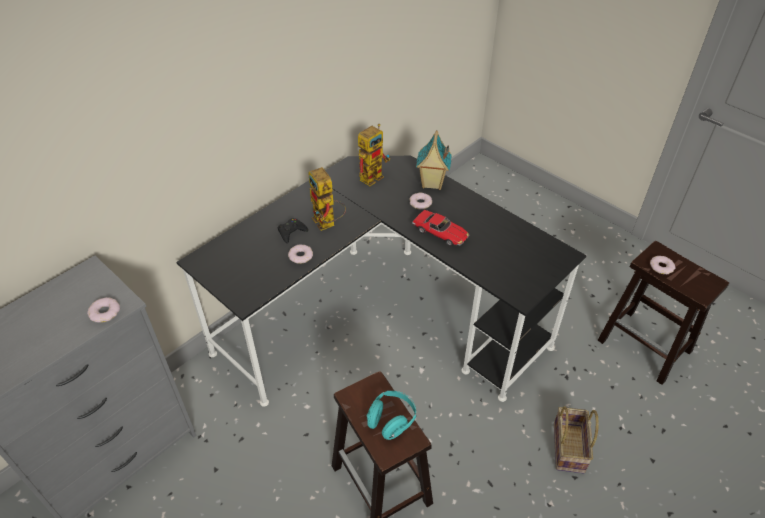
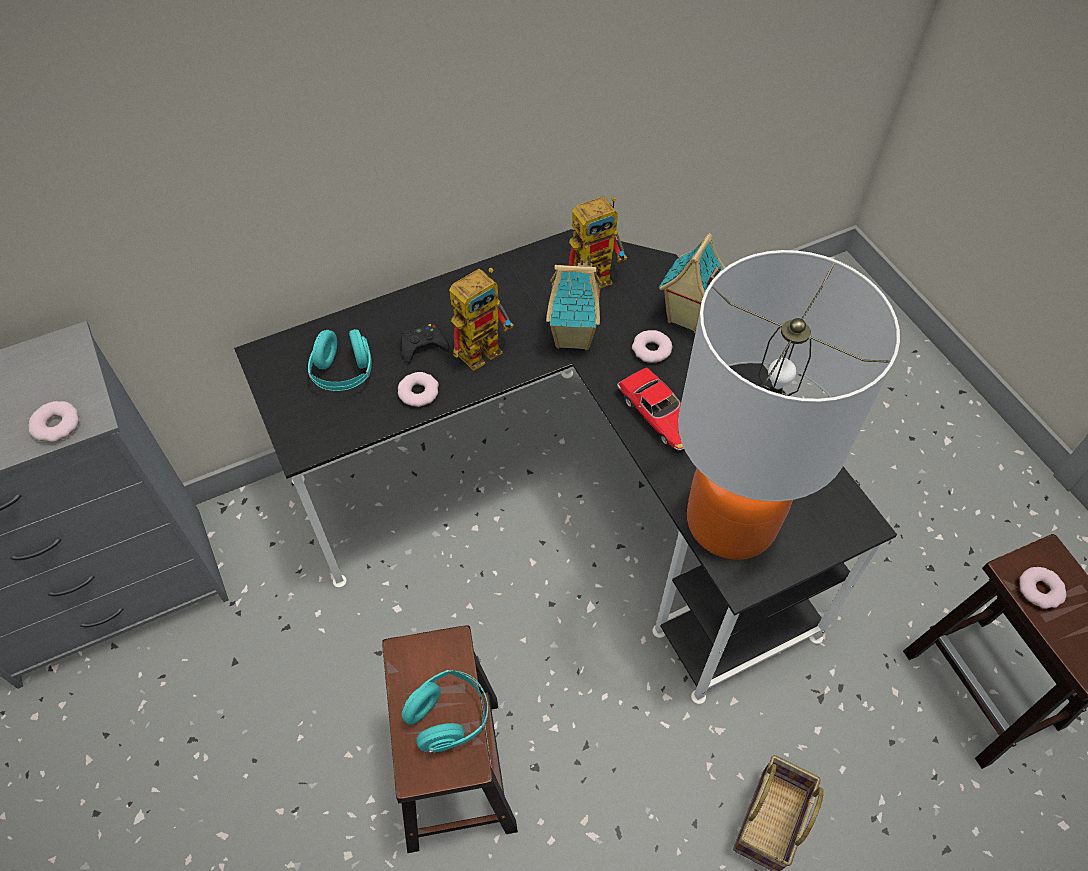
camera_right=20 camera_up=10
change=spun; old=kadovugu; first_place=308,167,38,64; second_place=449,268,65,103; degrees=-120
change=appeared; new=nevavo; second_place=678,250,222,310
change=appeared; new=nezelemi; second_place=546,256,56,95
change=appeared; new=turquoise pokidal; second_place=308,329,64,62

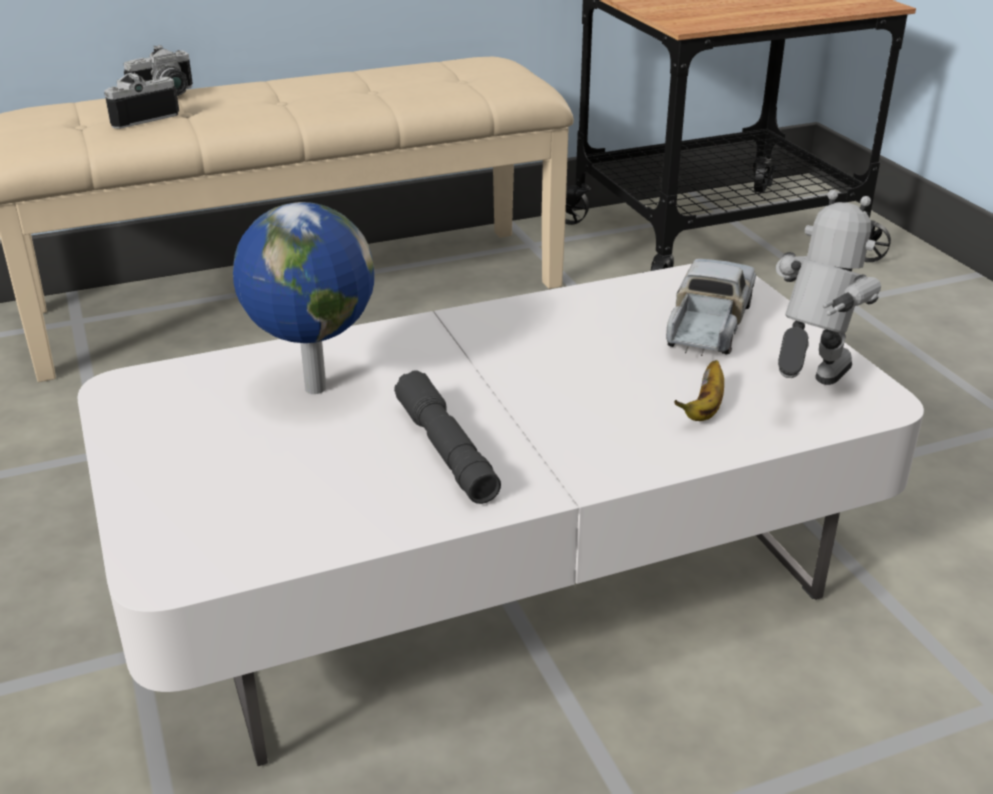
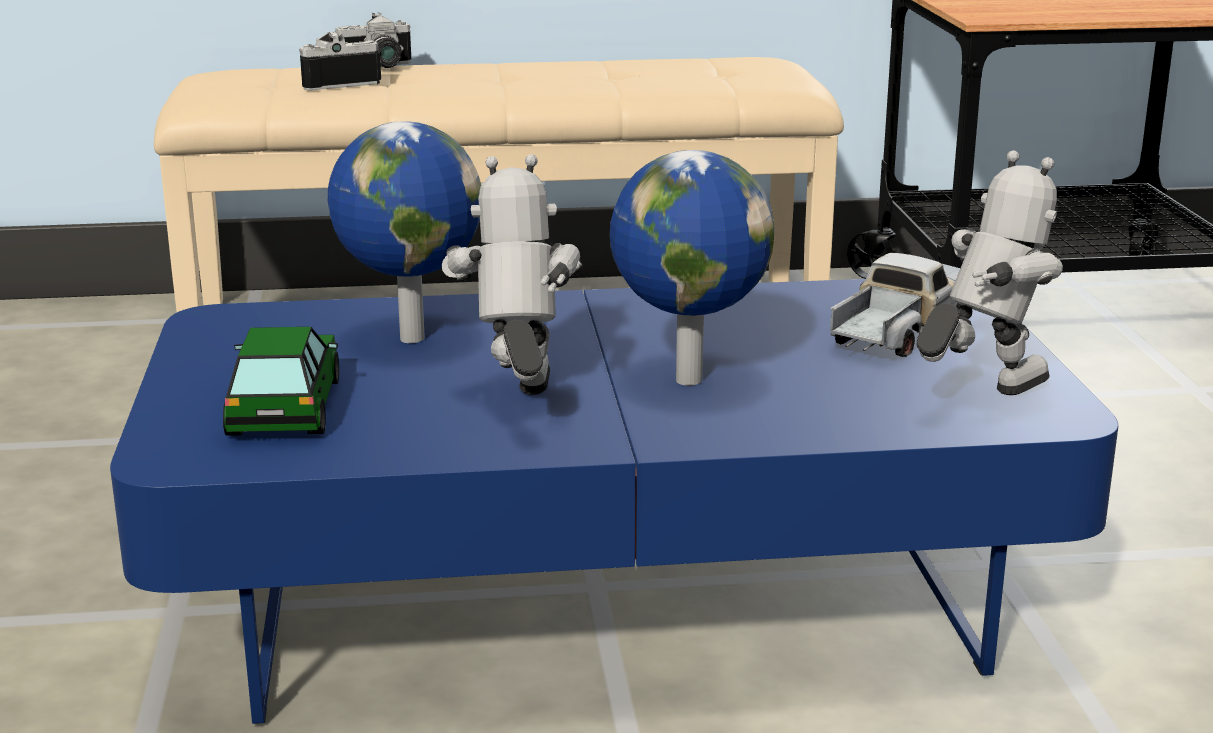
camera_right=15 camera_up=-10
change=colour; old=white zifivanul; new=blue zifivanul; first_place=78,264,846,502; second_place=110,279,1008,445
change=missing; old=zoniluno; first_place=674,360,50,61
change=exchanged; old=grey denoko; new=kadovugu; first_place=394,371,107,133; second_place=441,154,141,241
change=appeared; new=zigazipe; second_place=610,150,164,236
change=appeared; new=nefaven; second_place=223,327,116,109

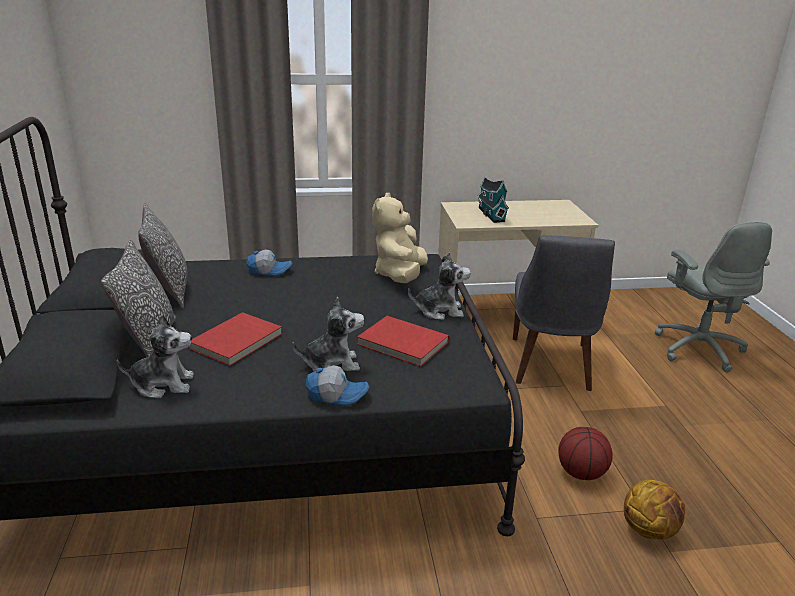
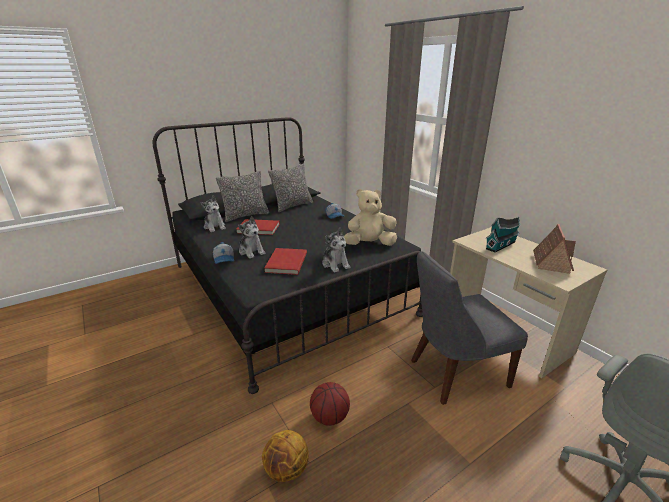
camera_right=65 camera_up=0
change=appeared; new=nezelemi; second_place=533,224,43,50

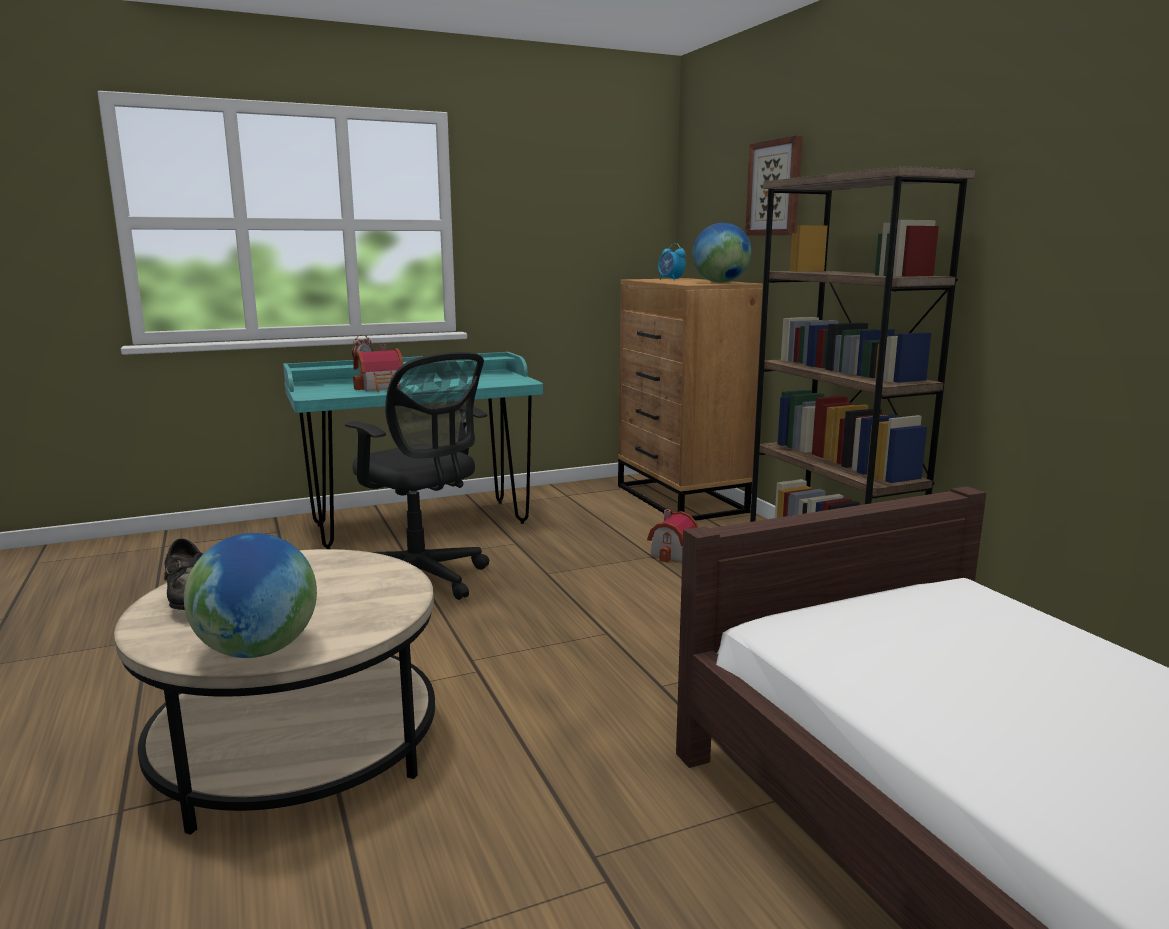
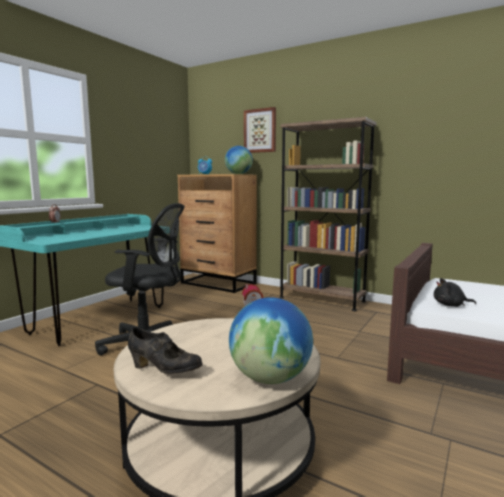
camera_right=-35 camera_up=-5
change=missing; old=nezelemi; first_place=353,345,50,47
change=appeared; new=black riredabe; second_place=434,278,42,29

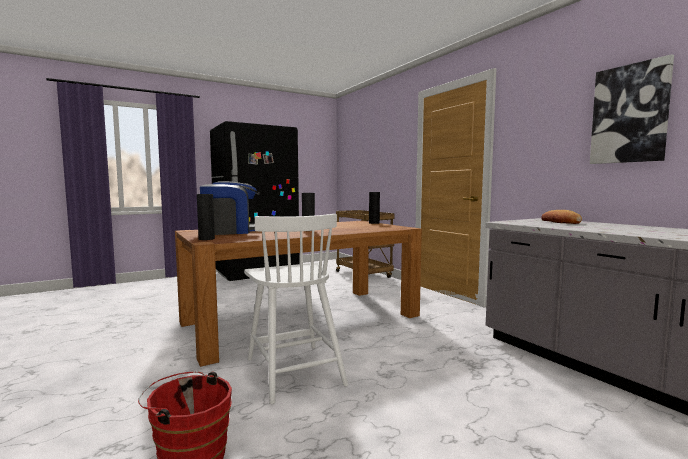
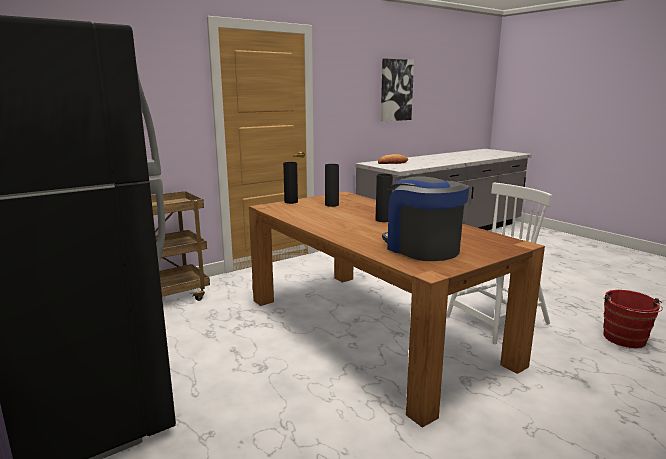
camera_right=-95 camera_up=10
change=relocated; old=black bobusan; first_place=197,194,18,46; second_place=325,164,14,43

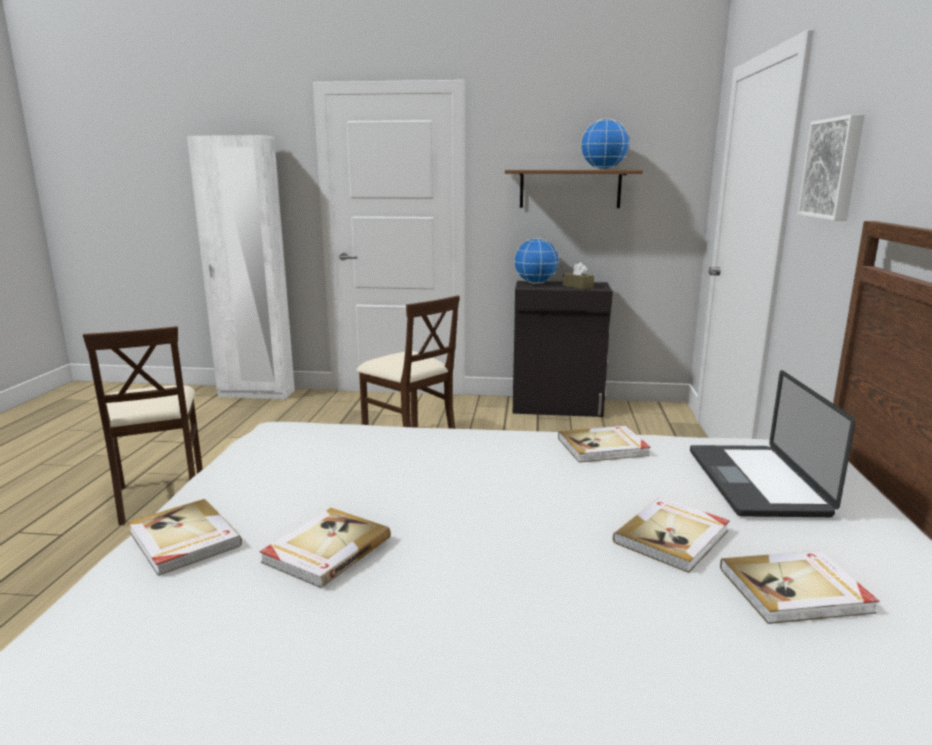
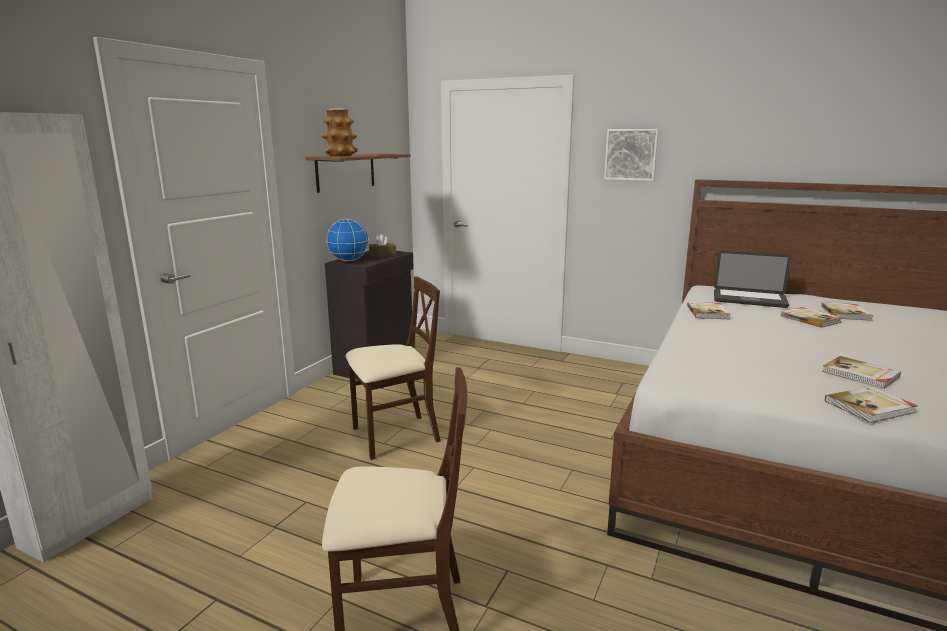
camera_right=-70 camera_up=0
change=missing; old=zigazipe; first_place=580,119,50,51
change=appeared; new=bobusan; second_place=322,109,36,47

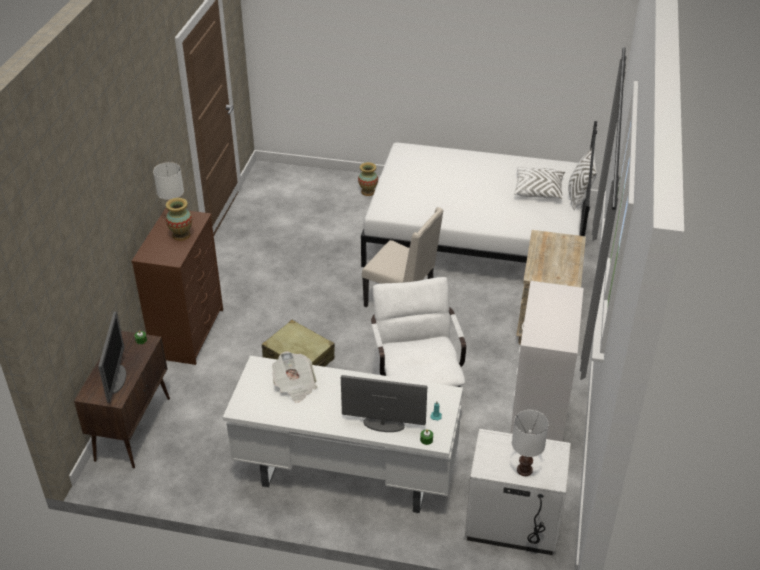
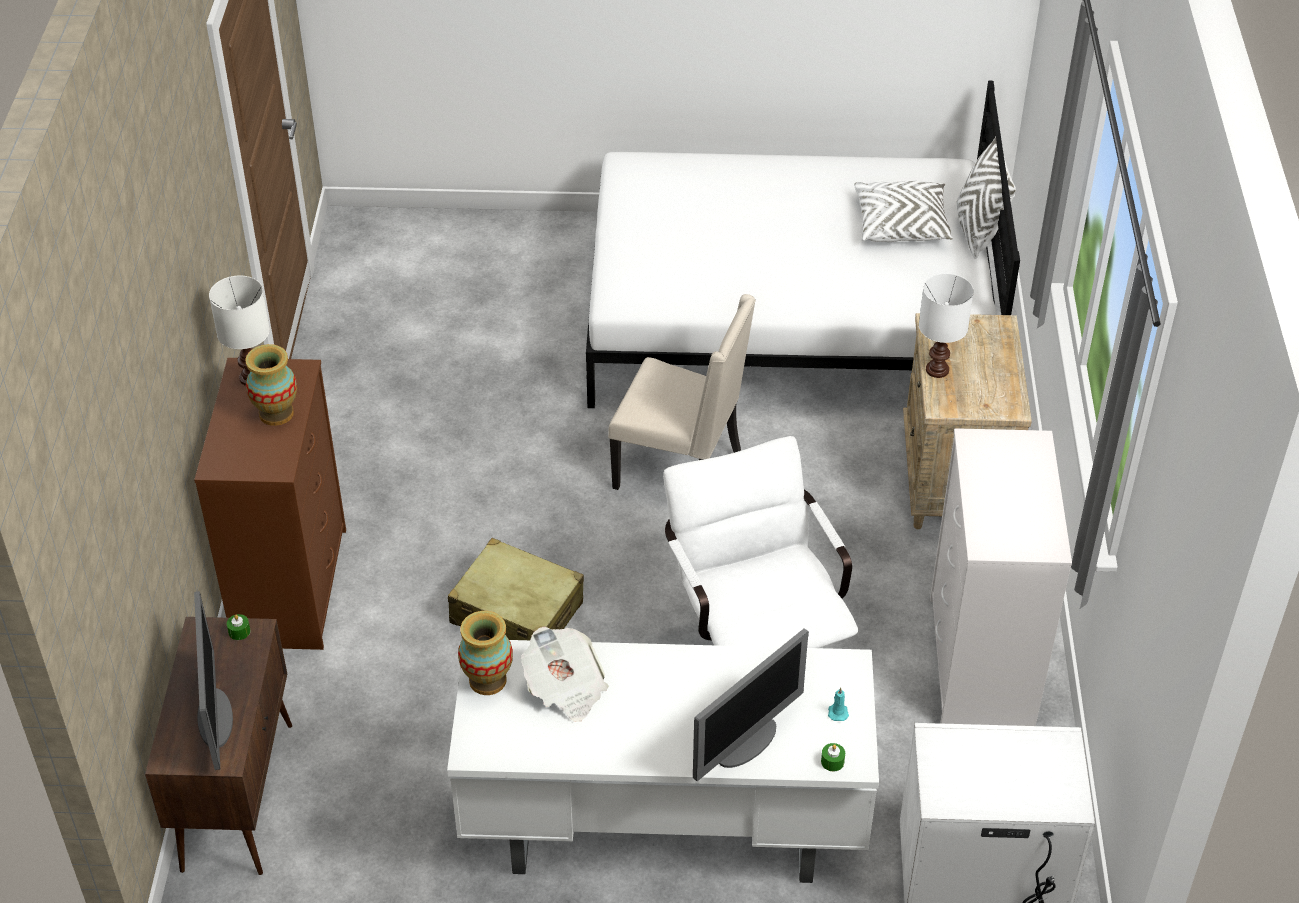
camera_right=-10 camera_up=5
change=relocated; old=bobusan; first_place=358,162,20,34; second_place=458,611,55,84
change=spun; old=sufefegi; first_place=341,375,86,57; second_place=693,628,116,153; degrees=135
change=relocated; old=white nevavo; first_place=512,410,37,66; second_place=919,273,55,105

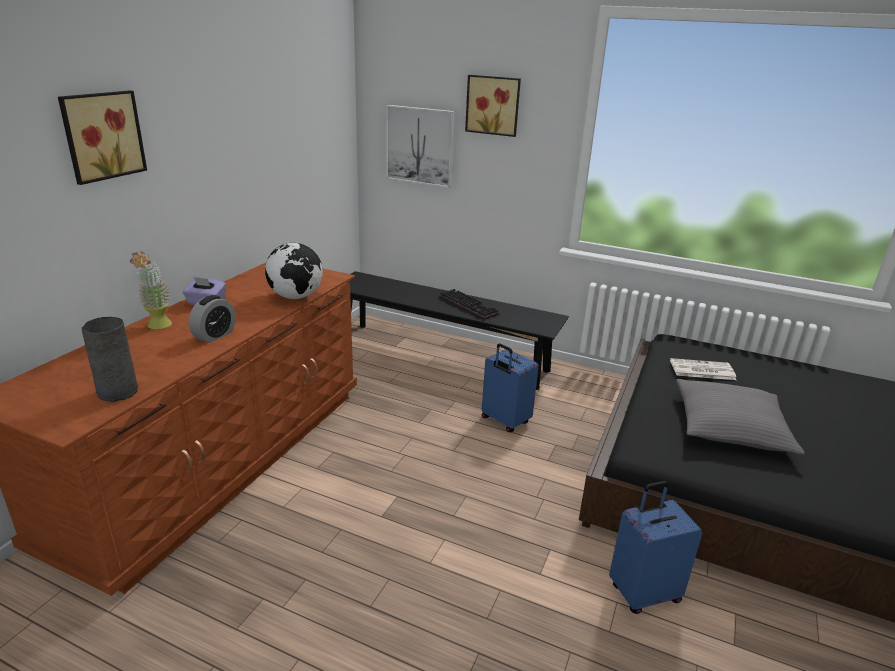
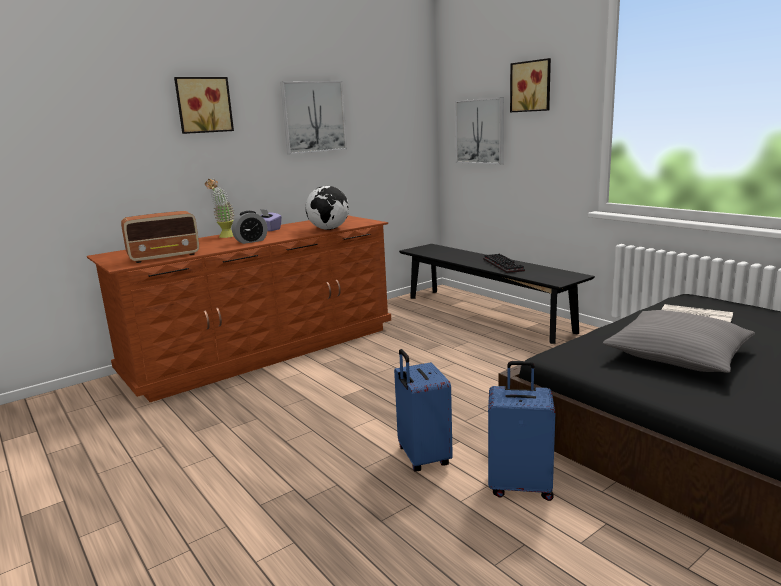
camera_right=30 camera_up=-10
change=exchanged; old=grey bobusan; new=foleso; first_place=82,317,56,85; second_place=121,211,78,52
change=relocated; old=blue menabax; first_place=482,343,57,89; second_place=394,349,59,123
change=appeared; new=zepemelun; second_place=280,81,67,73

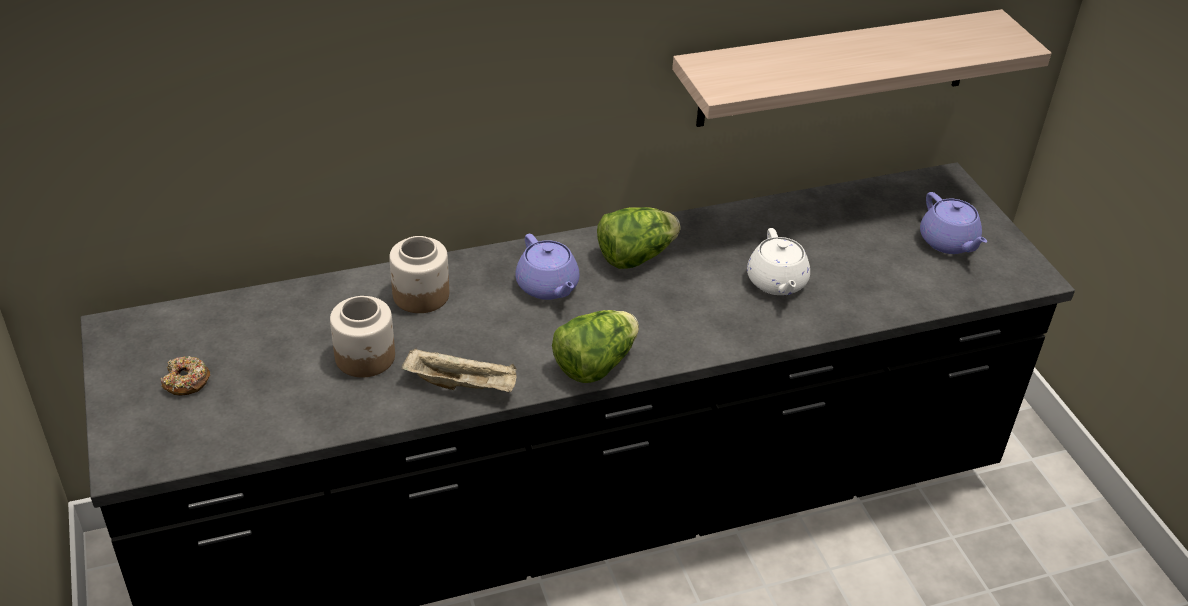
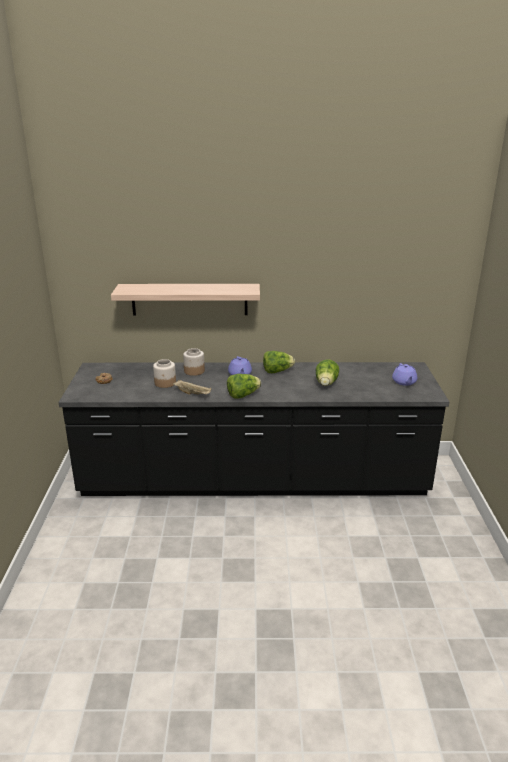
camera_right=20 camera_up=-15
change=relocated; old=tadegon; first_place=672,9,380,118; second_place=111,284,149,31
change=exchanged; old=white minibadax; new=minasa; first_place=747,228,63,67; second_place=316,360,23,26

